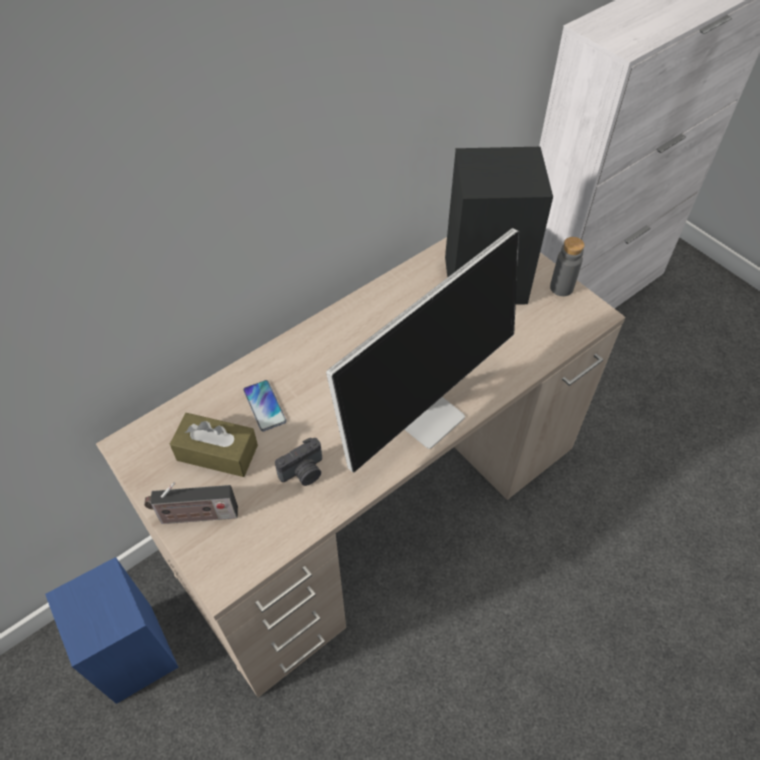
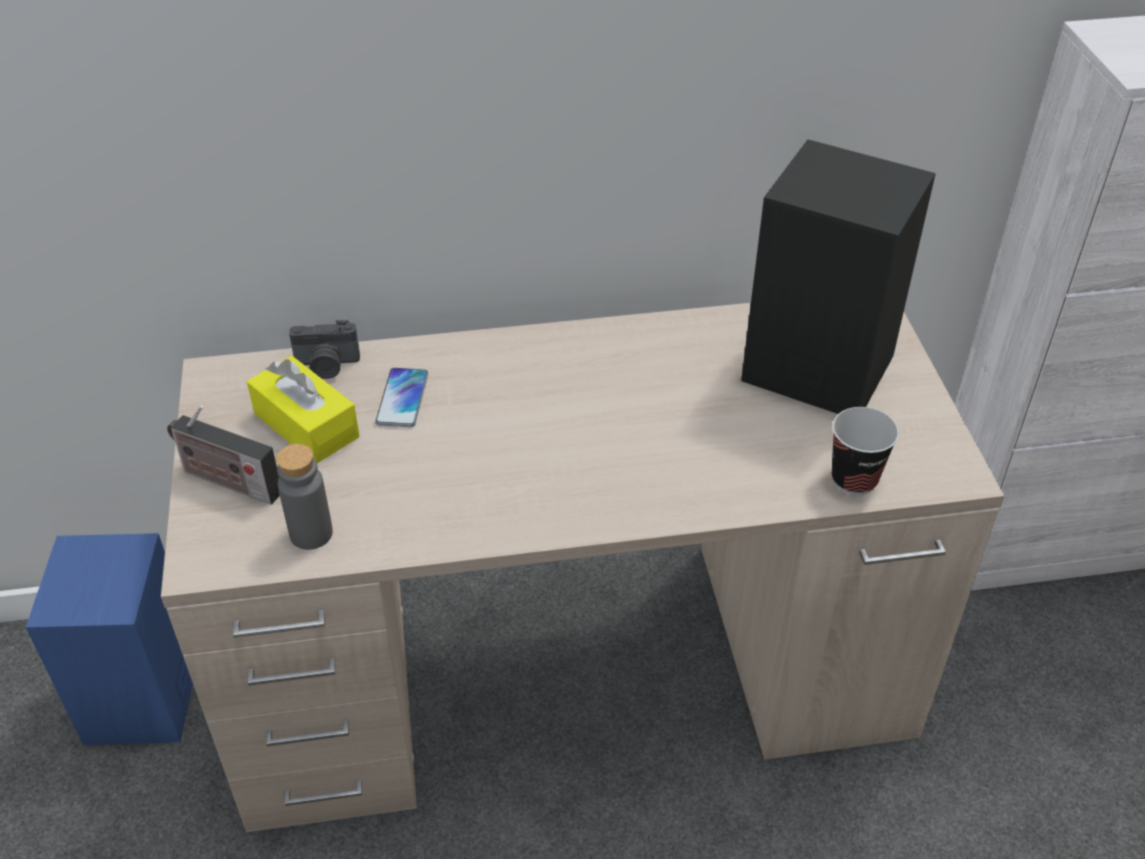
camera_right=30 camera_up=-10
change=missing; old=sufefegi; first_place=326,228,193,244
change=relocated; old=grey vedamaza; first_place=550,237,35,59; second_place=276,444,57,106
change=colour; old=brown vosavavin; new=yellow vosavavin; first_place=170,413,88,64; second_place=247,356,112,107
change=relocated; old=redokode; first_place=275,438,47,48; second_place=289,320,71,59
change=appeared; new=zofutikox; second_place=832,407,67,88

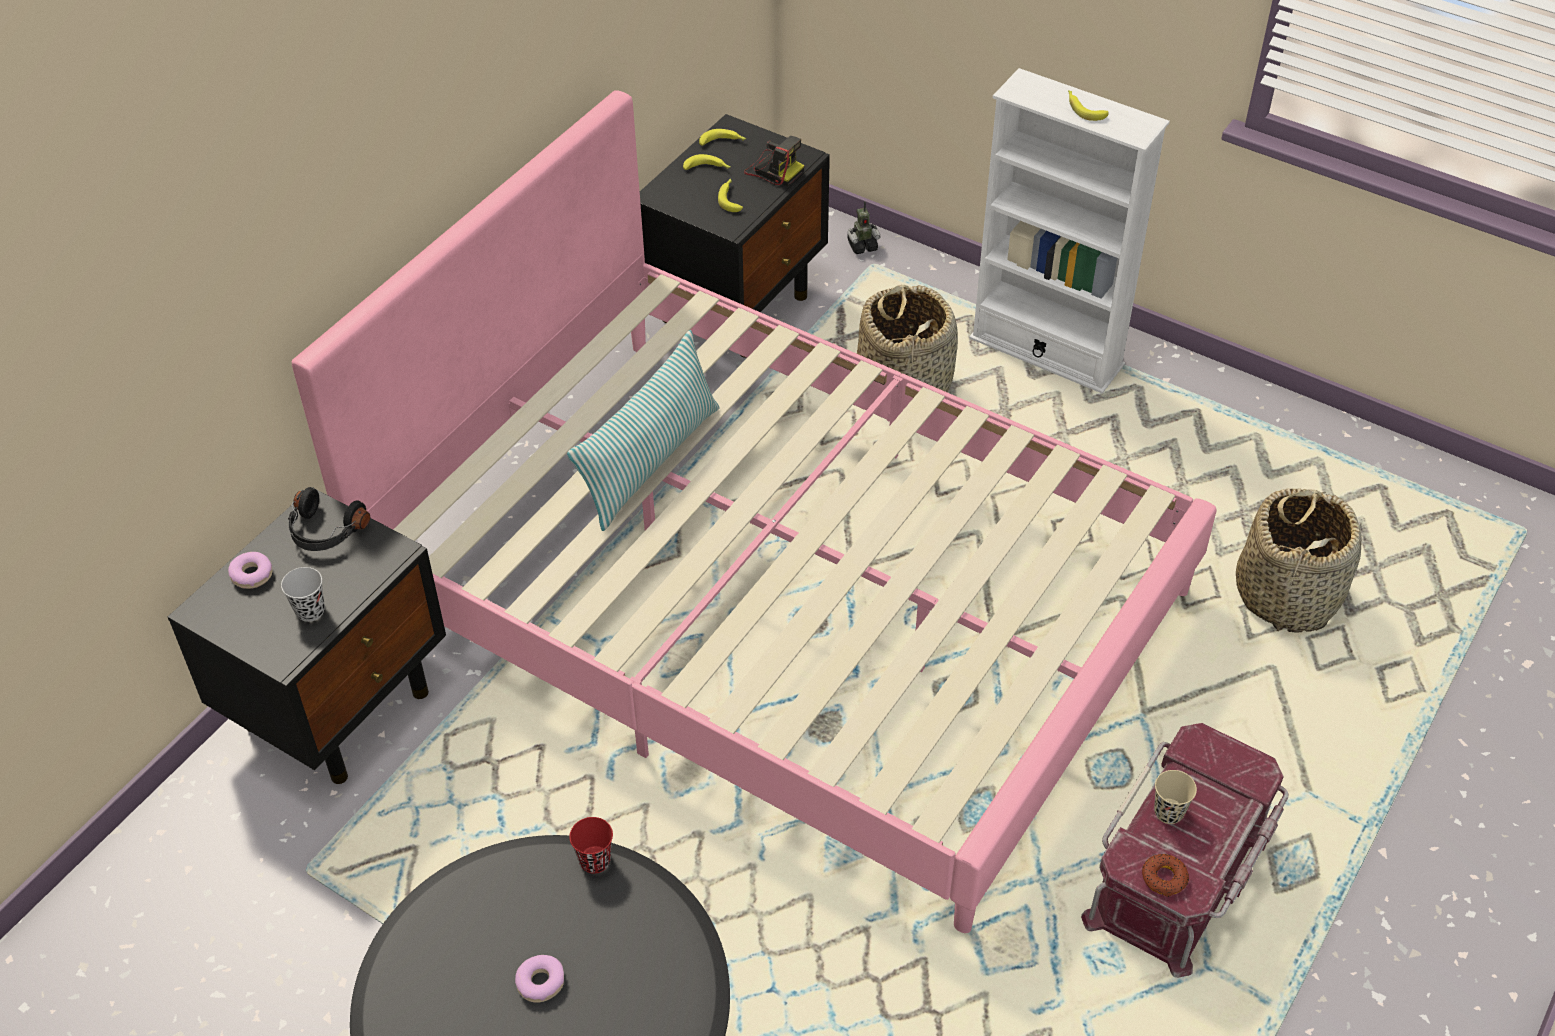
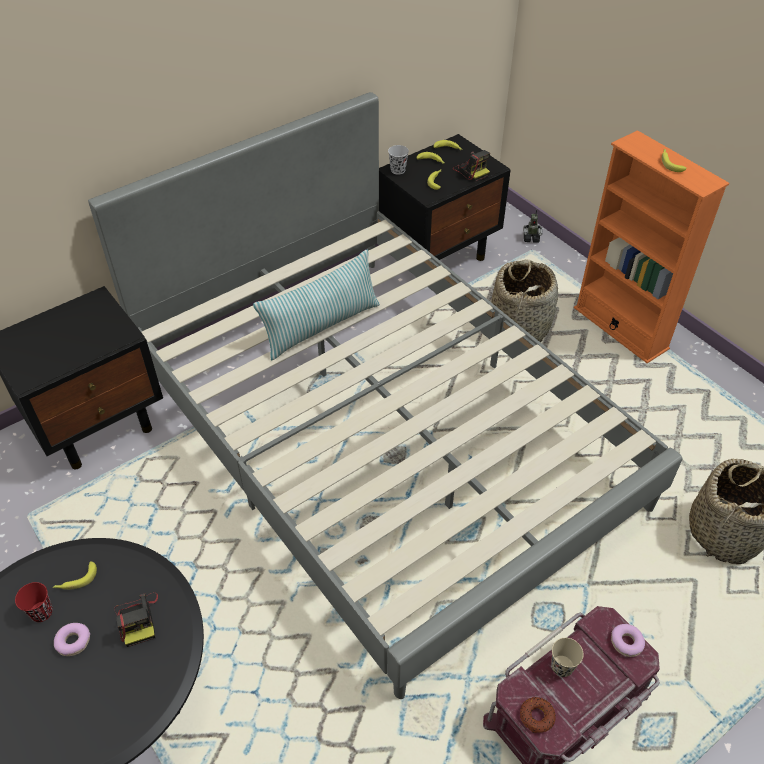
camera_right=20 camera_up=0
change=colour; old=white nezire; new=orange nezire; first_place=969,68,201,326; second_place=574,130,155,233
change=colour; old=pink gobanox; new=grey gobanox; first_place=292,90,925,843; second_place=88,92,594,607
change=missing; old=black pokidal; first_place=288,487,82,64
change=relocated; old=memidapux; first_place=228,552,44,37; second_place=611,624,34,33
change=relocated; old=black zofutikox; first_place=281,567,44,55; second_place=388,145,21,30
change=relocated; old=red zofutikox; first_place=569,817,44,57; second_place=15,582,38,40
change=appeared; new=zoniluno; second_place=53,562,44,28
change=appeared; new=redokode; second_place=114,592,44,55

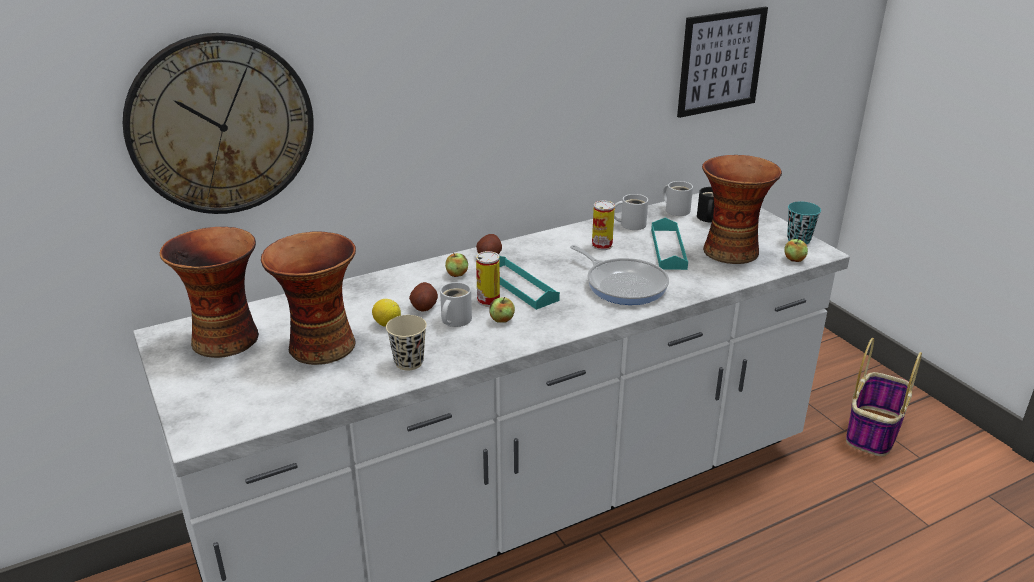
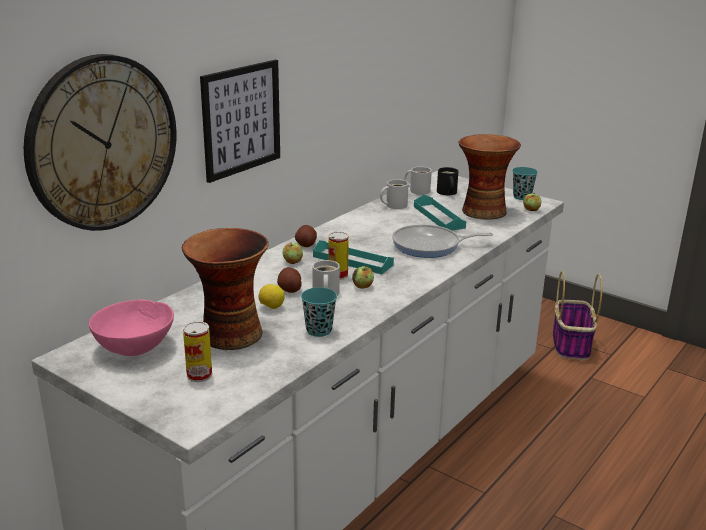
camera_right=-25 camera_up=-5
change=relocated; old=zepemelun; first_place=677,6,91,112; second_place=200,60,80,123
change=relocated; old=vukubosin; first_place=592,201,23,49; second_place=183,321,29,61
change=exchanged; old=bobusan; new=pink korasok; first_place=160,227,99,131; second_place=89,299,85,57
change=spun; old=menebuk; first_place=570,245,99,60; second_place=392,224,101,34; degrees=150
change=colour; old=beige zofutikox; new=turquoise zofutikox; first_place=386,315,41,56; second_place=301,287,36,50

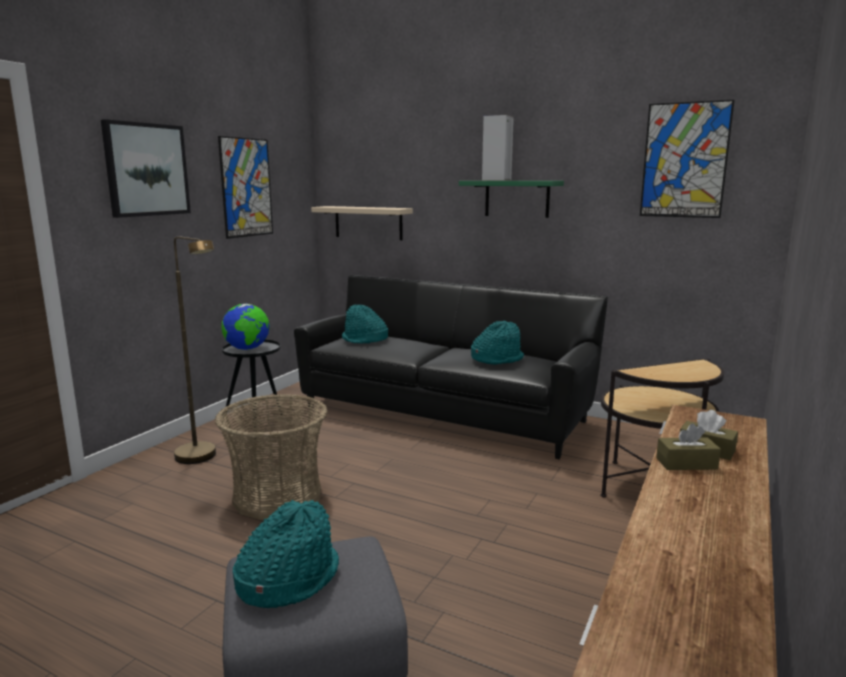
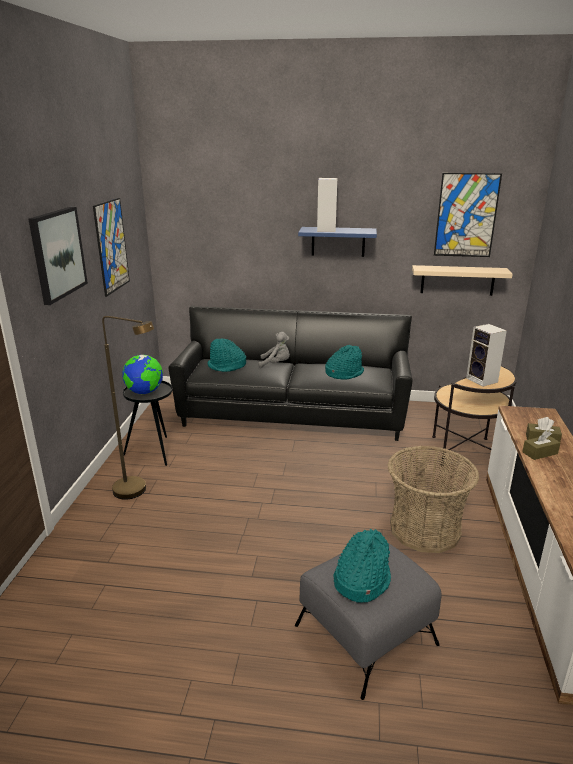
camera_right=-20 camera_up=10
change=colour; old=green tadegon; new=blue tadegon; first_place=459,181,105,37; second_place=298,227,79,30
change=relocated; old=beige tadegon; first_place=311,206,102,34; second_place=412,265,101,31
change=relocated; old=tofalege; first_place=215,394,113,126; second_place=387,446,92,107
change=appeared; new=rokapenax; second_place=466,324,41,63
change=appeared; new=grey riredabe; second_place=258,332,32,36

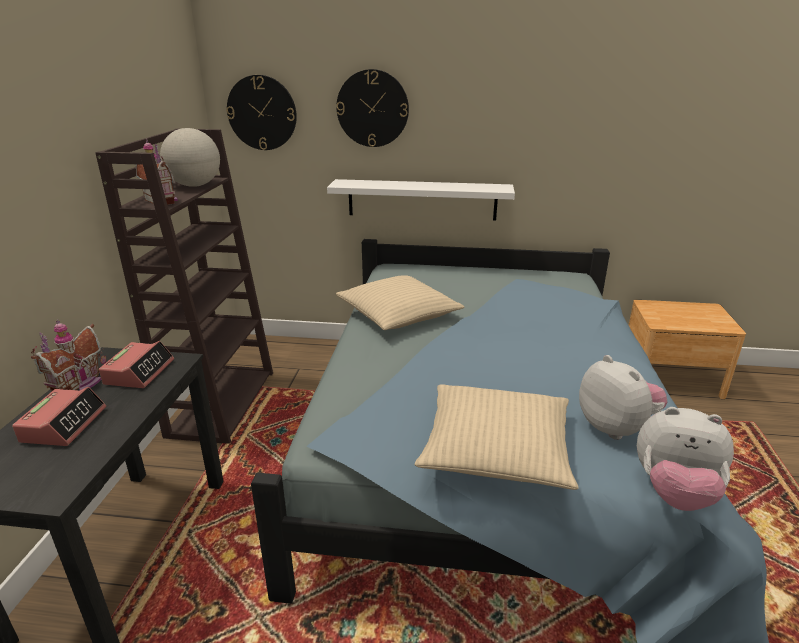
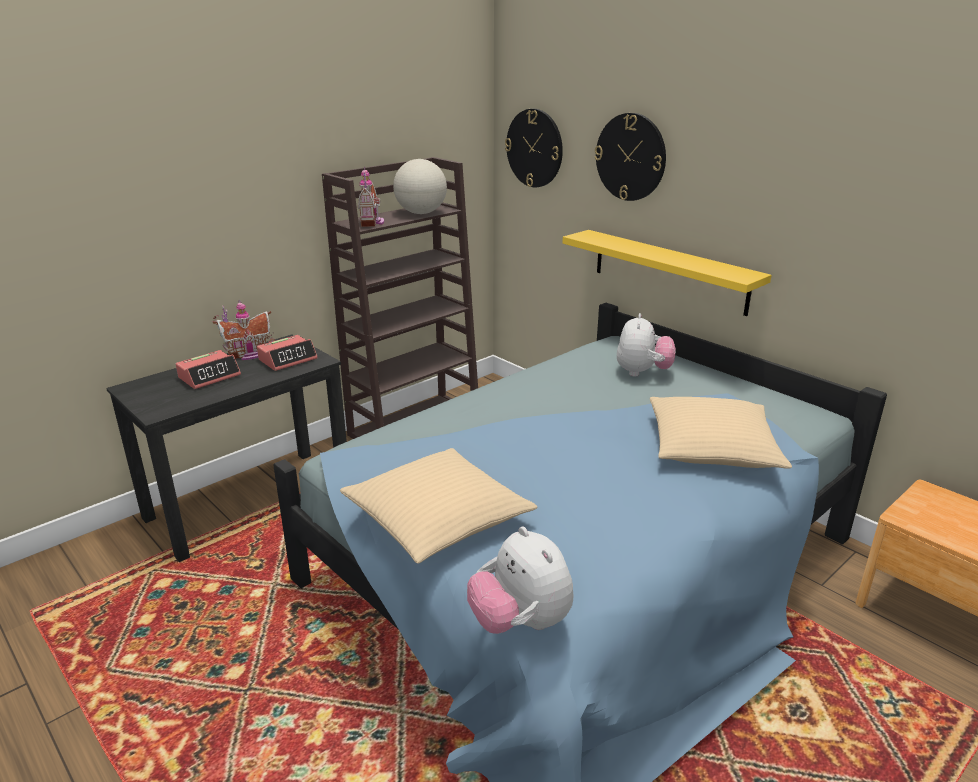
camera_right=40 camera_up=0
change=colour; old=white tadegon; new=yellow tadegon; first_place=327,179,188,42; second_place=563,230,209,86
change=relocated; old=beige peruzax; first_place=336,275,128,55; second_place=650,397,142,72
change=relocated; old=riredabe; first_place=579,355,88,85; second_place=617,313,59,64

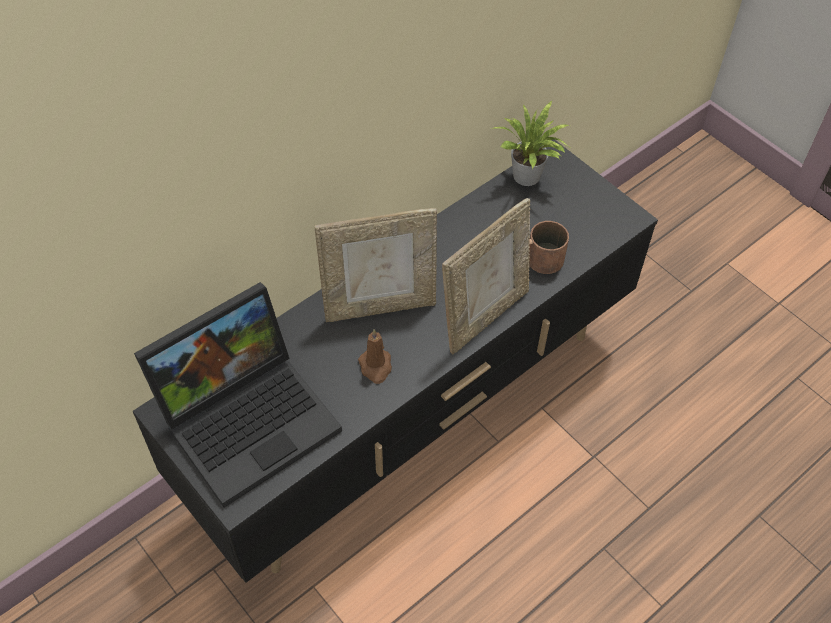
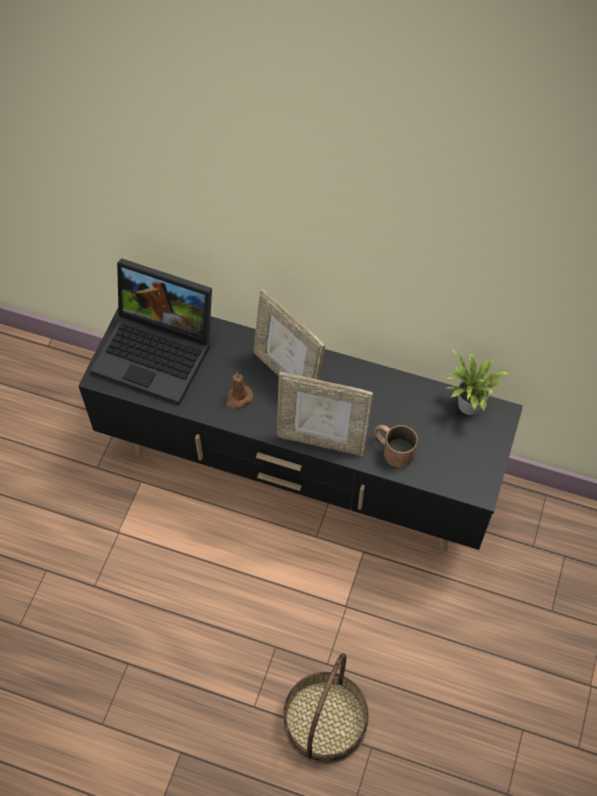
camera_right=60 camera_up=5
change=appeared; new=tofalege; second_place=283,653,86,111

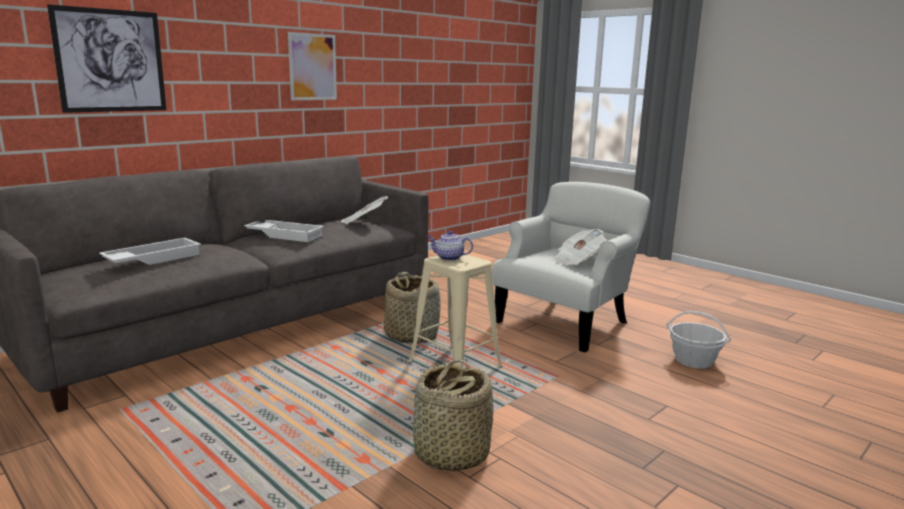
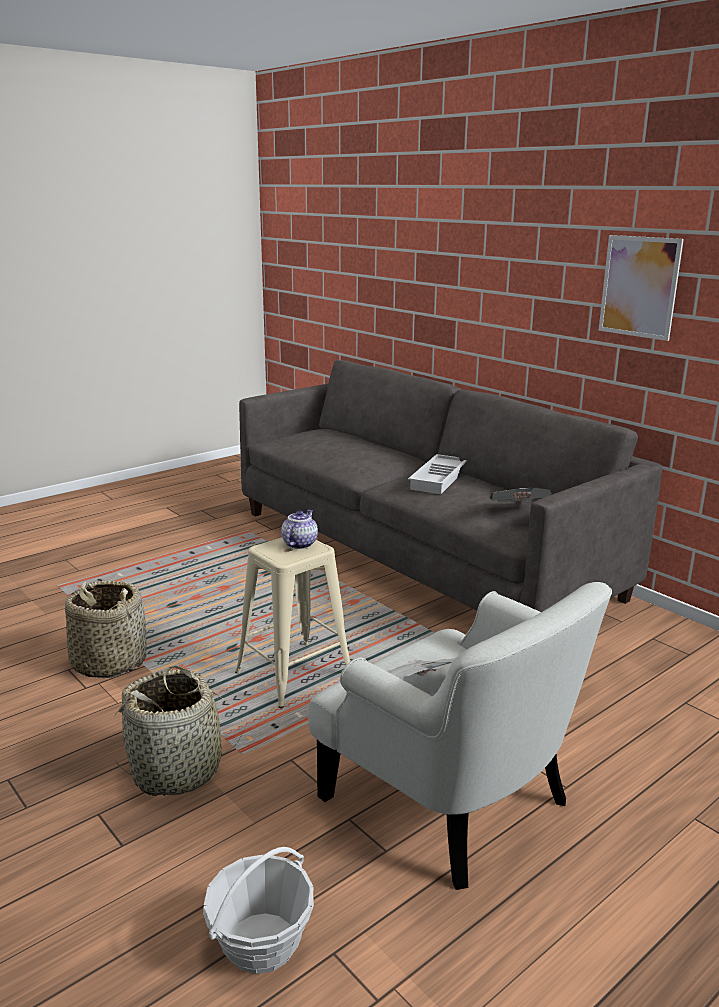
camera_right=95 camera_up=5
change=missing; old=zepemelun; first_place=47,4,120,109
change=missing; old=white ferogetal; first_place=99,238,102,27
change=relocated; old=tofalege; first_place=384,271,56,73; second_place=114,665,129,131

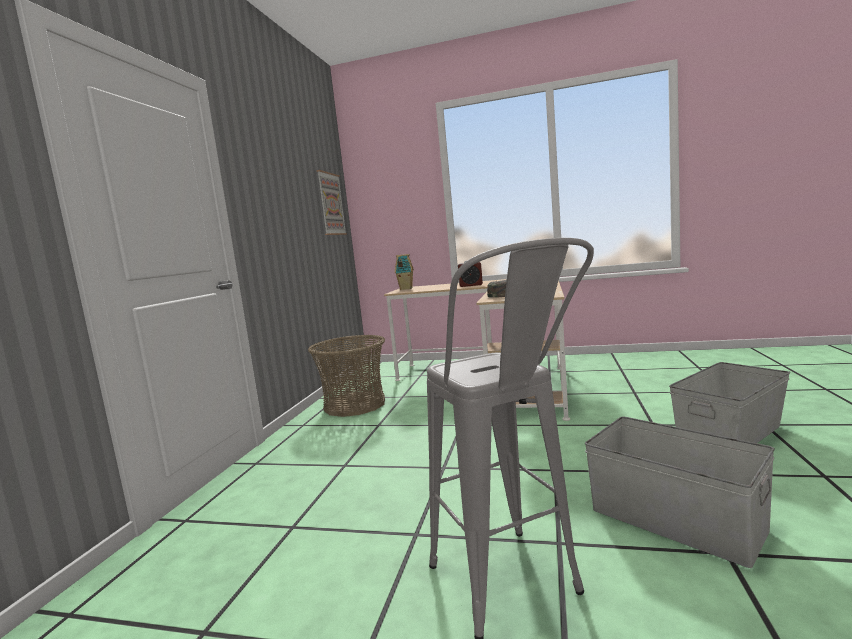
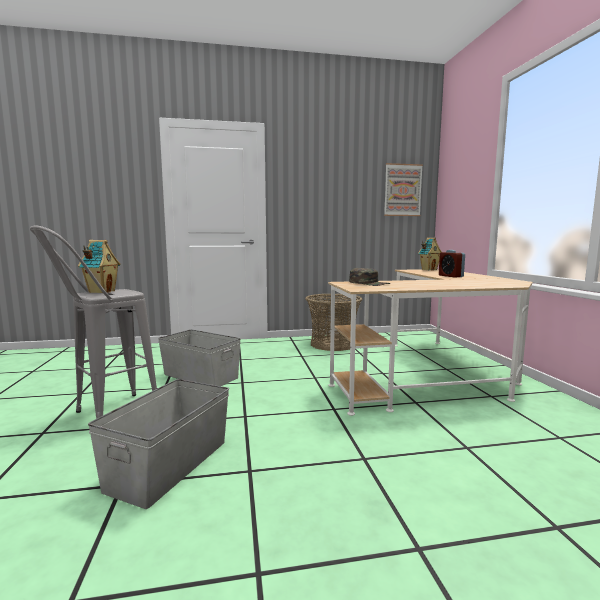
camera_right=65 camera_up=0
change=relocated; old=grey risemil; first_place=669,362,121,81; second_place=158,329,83,57
change=appeared; new=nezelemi; second_place=78,240,43,53

